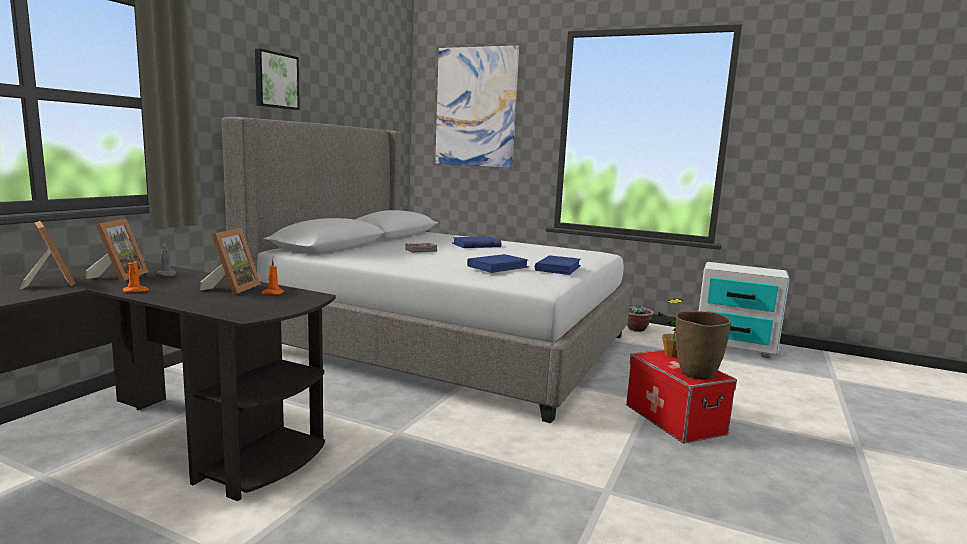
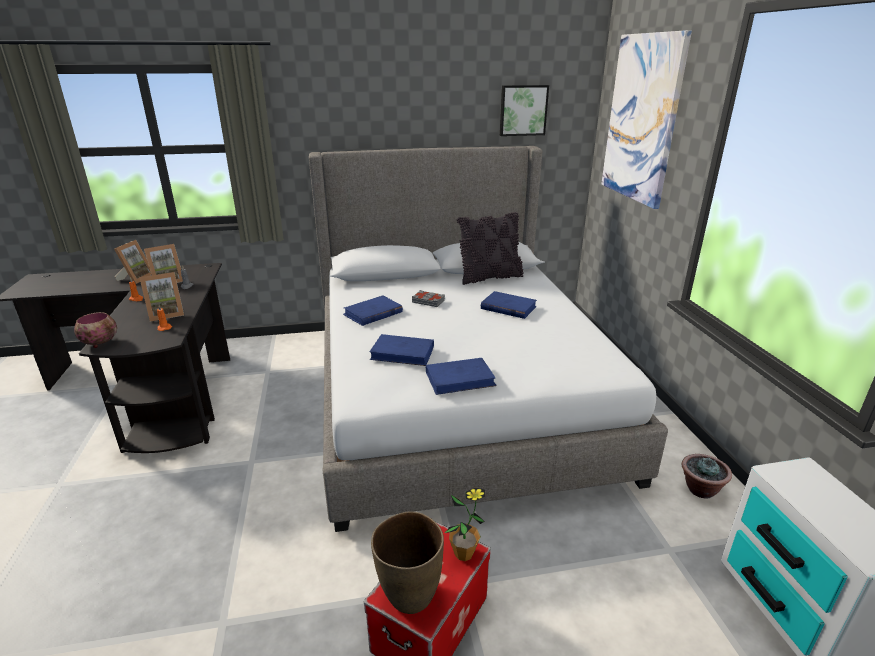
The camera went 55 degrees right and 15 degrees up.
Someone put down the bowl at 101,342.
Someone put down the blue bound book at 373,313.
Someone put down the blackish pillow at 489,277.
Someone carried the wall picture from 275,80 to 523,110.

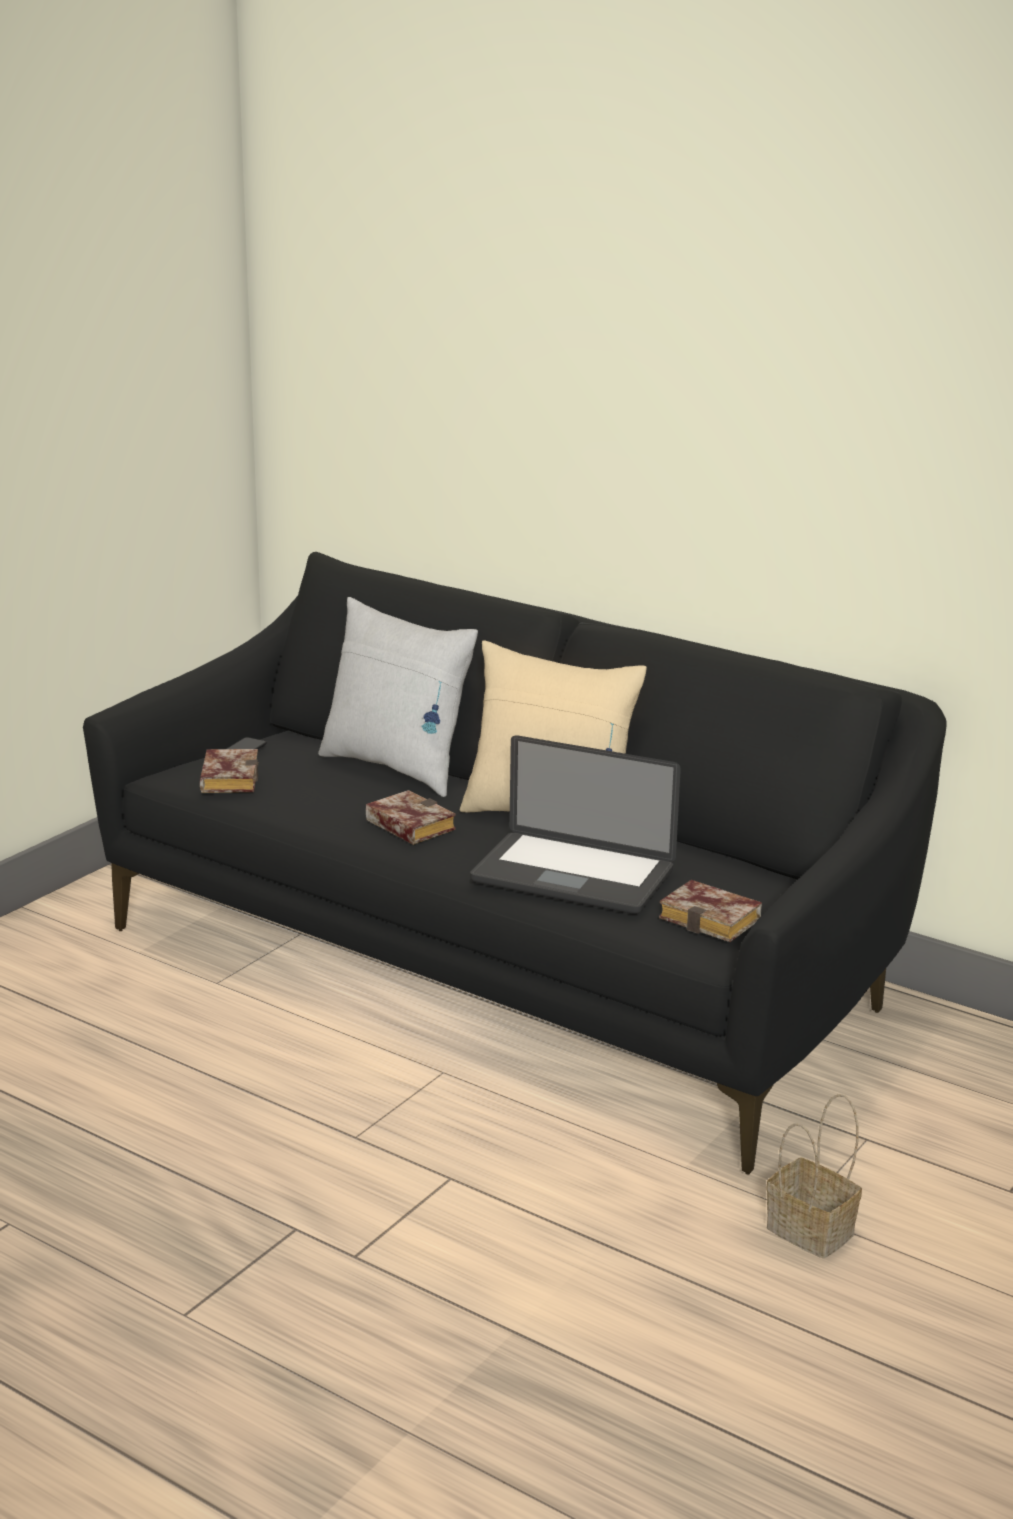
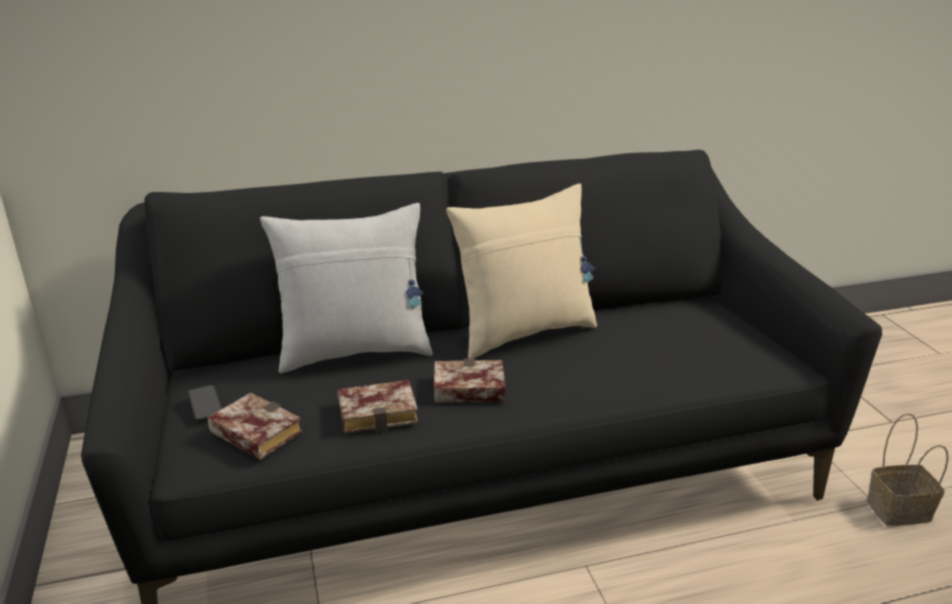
The camera went 50 degrees left and 5 degrees up.
Someone carried the bound book from 714,920 to 380,411.
Someone took away the laptop at 572,876.

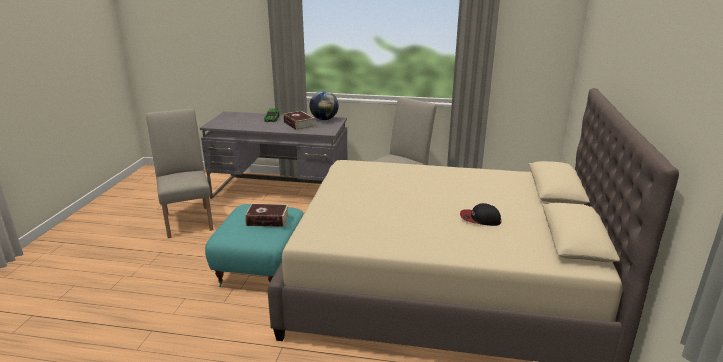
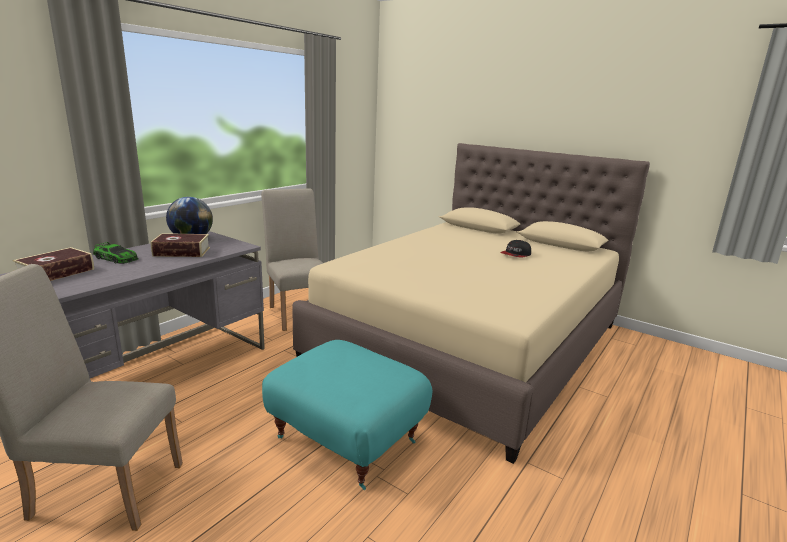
The camera went 65 degrees left and 5 degrees down.
Someone carried the bound book from 267,220 to 56,273.

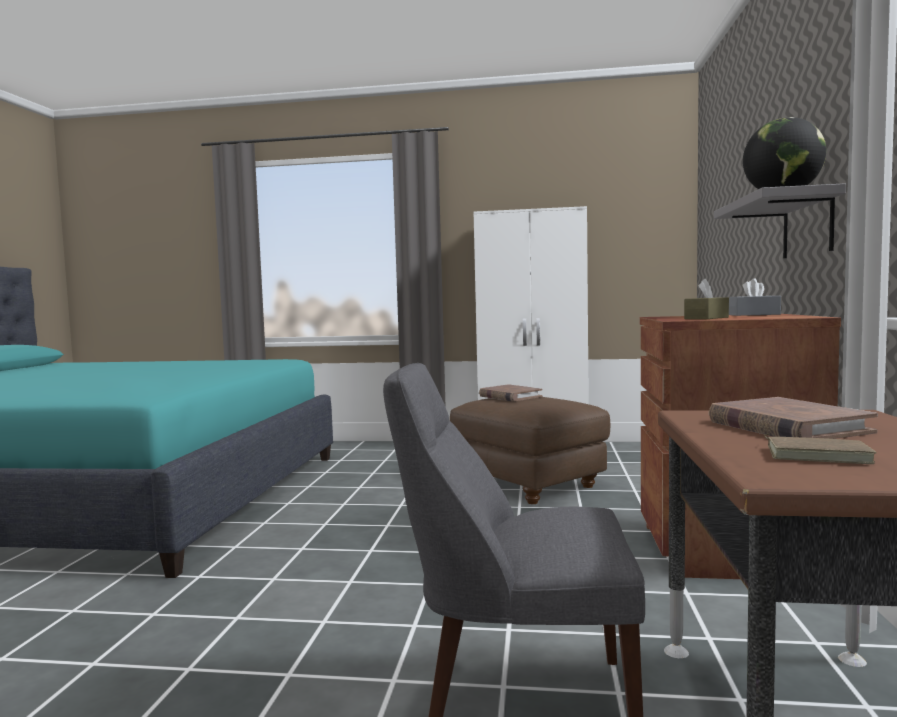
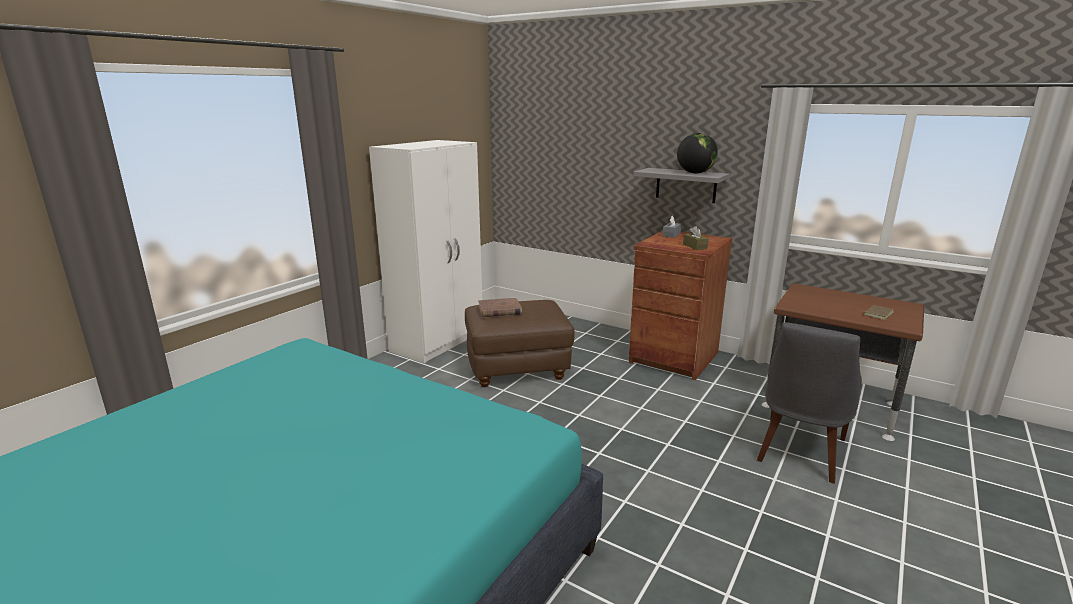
The camera went 65 degrees left and 15 degrees up.
Someone took away the brownish bound book at 786,427.

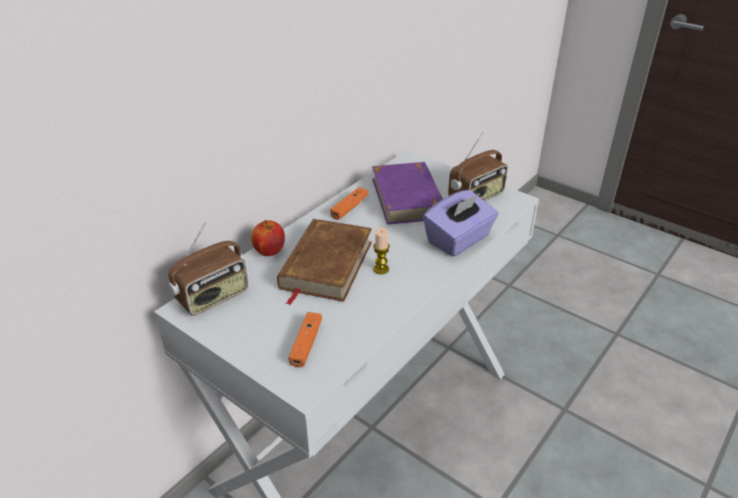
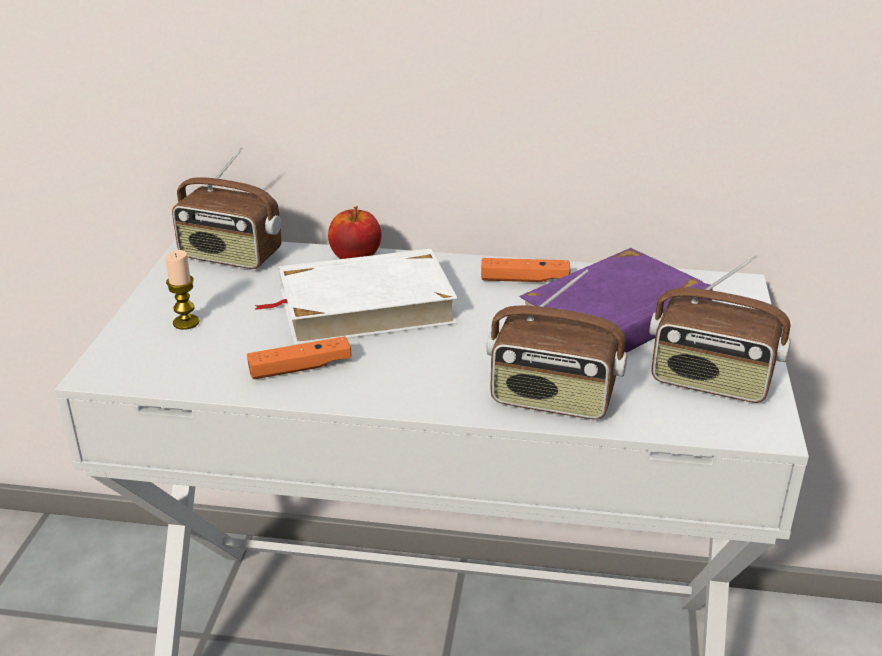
The camera went 60 degrees right and 5 degrees down.
Someone carried the wax light from 381,269 to 186,322.
Someone carried the orange-coloured gamepad from 306,344 to 300,368.
Someone repainted the brownish bound book at 326,265, which became the white-coloured bound book at 365,306.
Someone swapped the purple-coloured tissue holder at 459,240 for the radio set at 552,400.

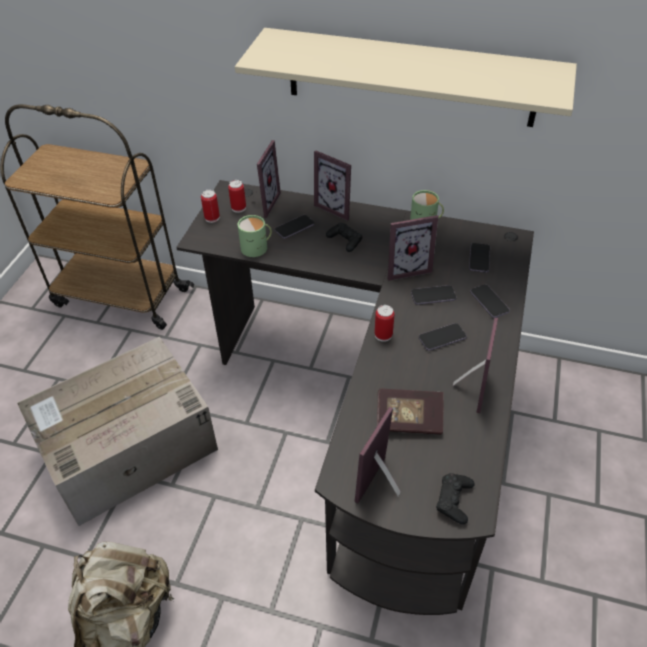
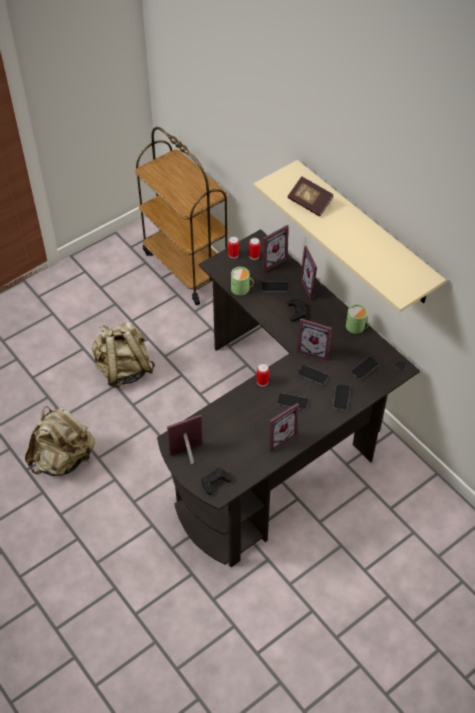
The camera went 35 degrees right and 5 degrees up.
Someone swapped the packing box at 127,449 for the beige rucksack at 123,369.
Someone carried the bound book from 408,420 to 310,203.

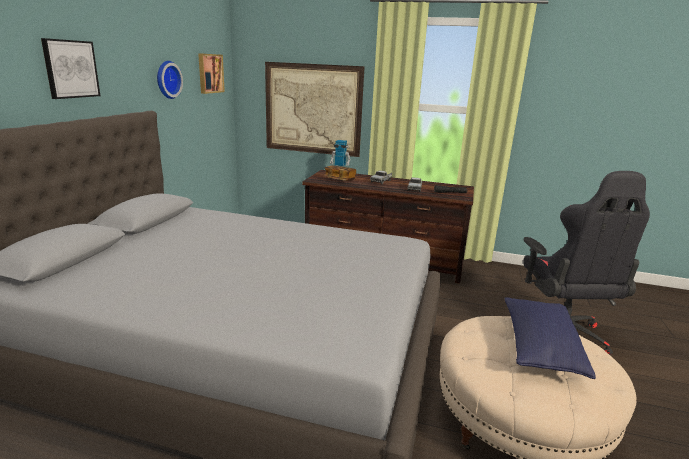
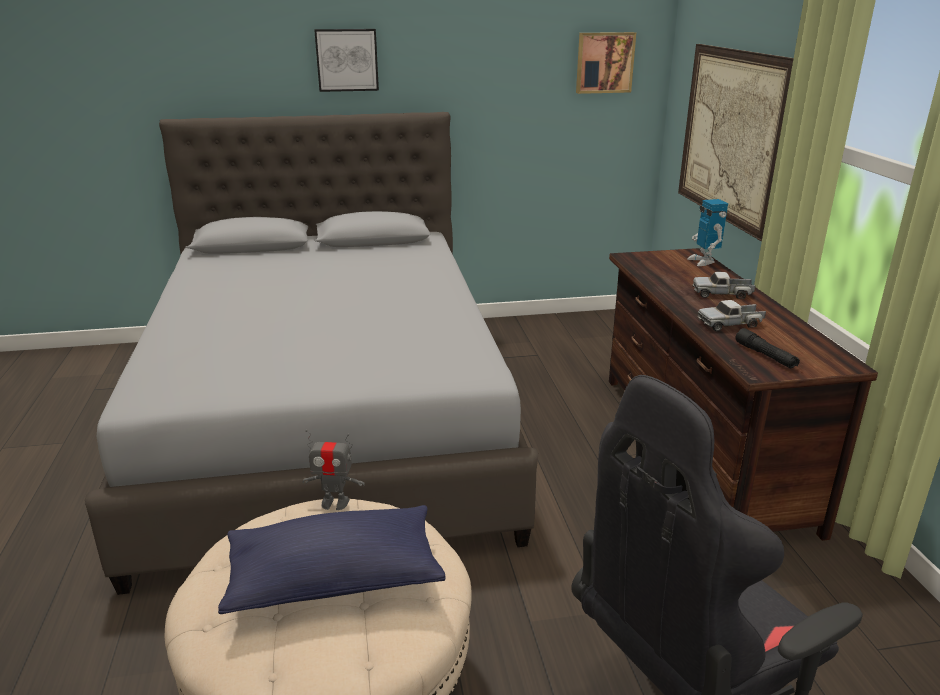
The camera went 65 degrees right and 5 degrees up.
Someone put down the model robot at 335,502.
Someone took away the hanging clock at 167,79.
Someone took away the bound book at 339,180.

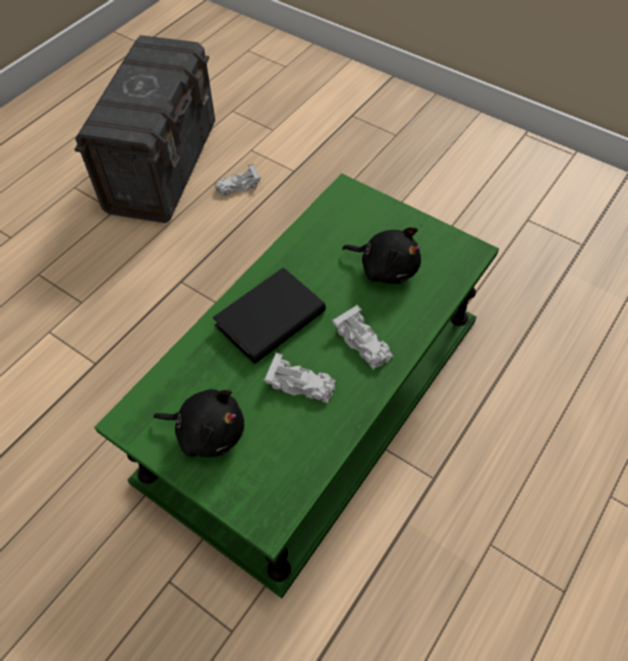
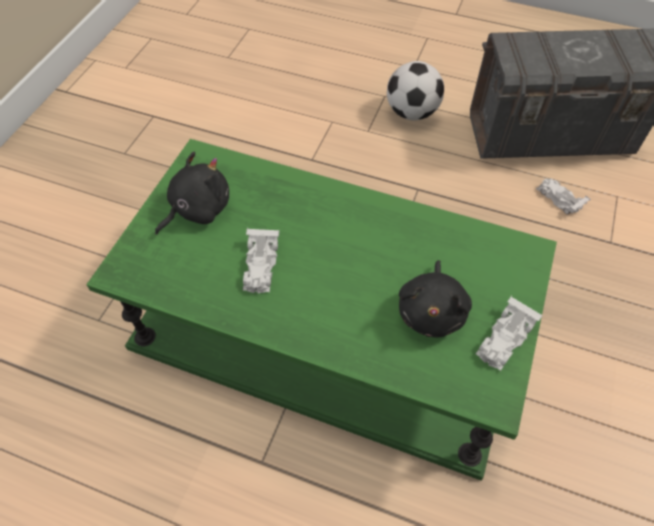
The camera went 75 degrees right and 0 degrees up.
Someone rotated the blackish cuddly toy at 207,431 by 135 degrees counterclockwise.
Someone put down the football ball at 412,112.
Someone carried the white-coloured model car from 363,342 to 504,339.
Someone took away the blackish bound book at 270,319.

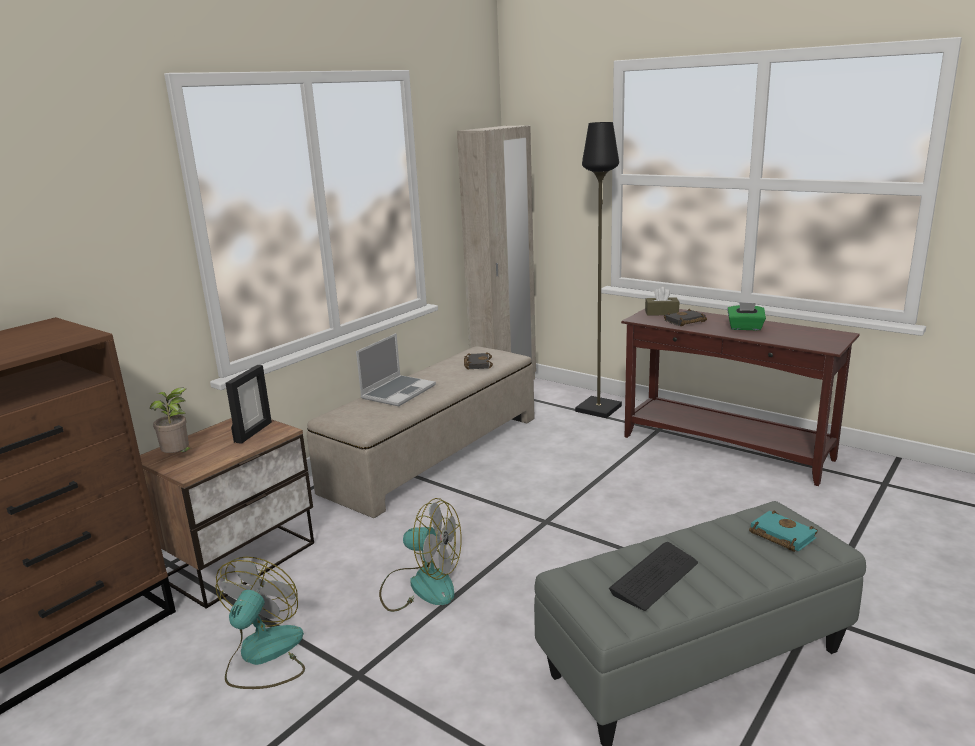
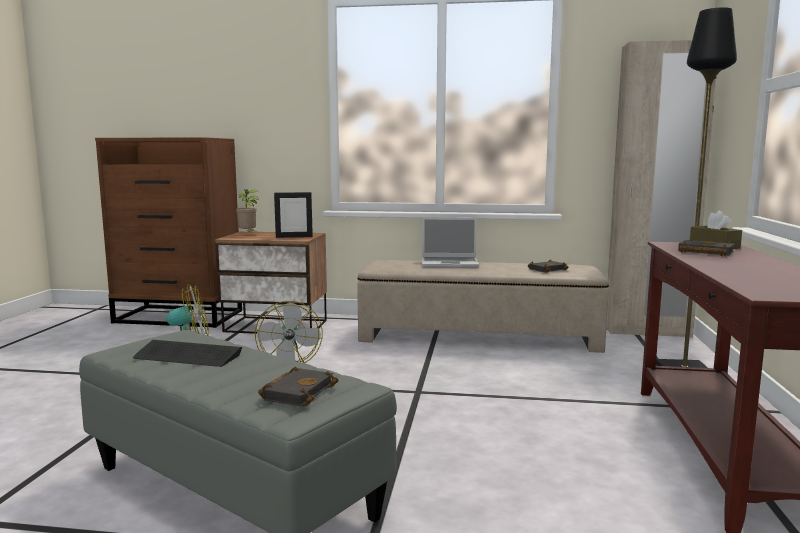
The camera went 60 degrees right and 10 degrees down.
Someone repainted the turquoise-coloured bound book at 779,535, which became the blackish bound book at 298,392.
Someone took away the greenish tissue holder at 745,328.

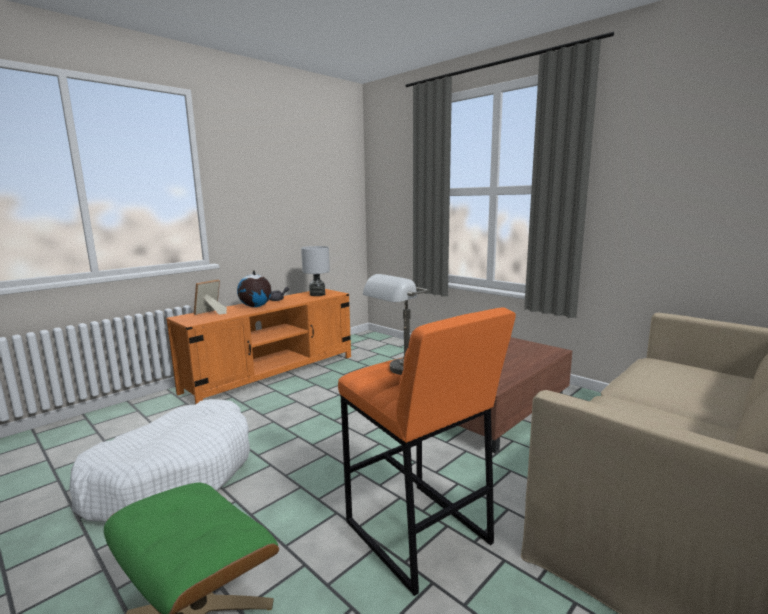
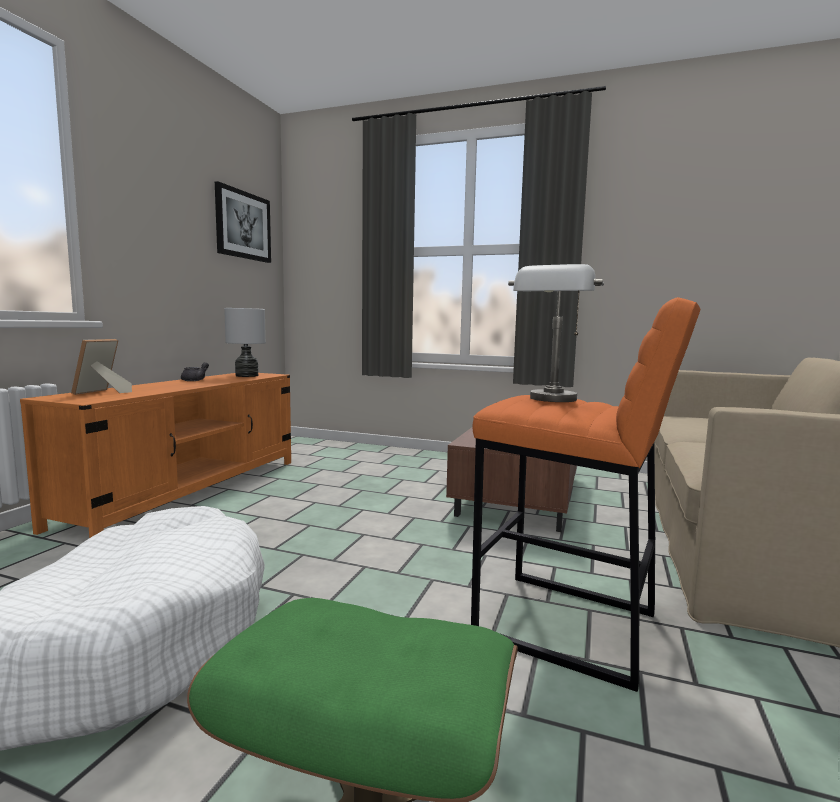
The camera went 25 degrees left and 5 degrees down.
Someone put up the wall picture at 243,225.
Someone took away the world globe at 255,306.

